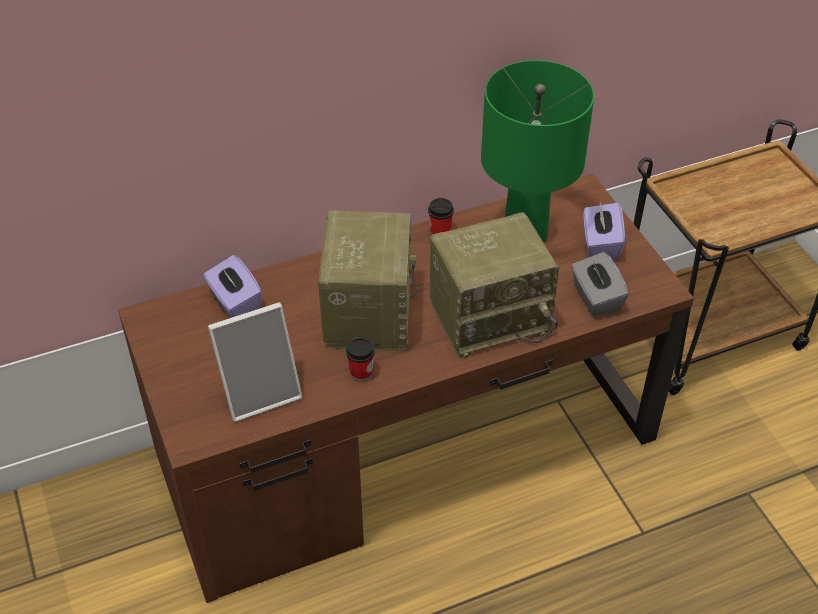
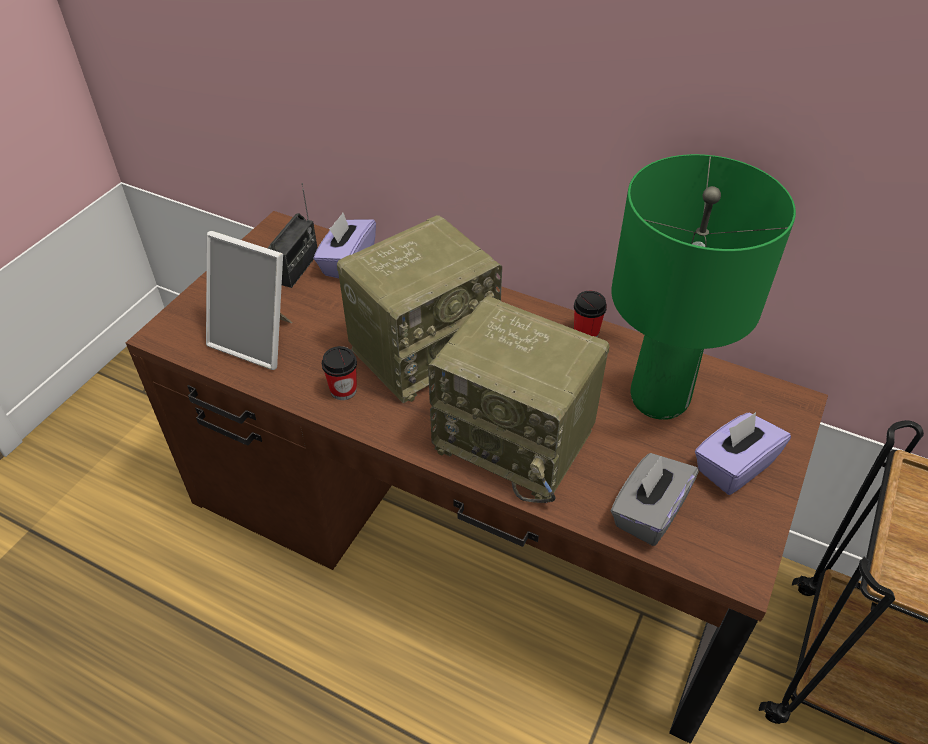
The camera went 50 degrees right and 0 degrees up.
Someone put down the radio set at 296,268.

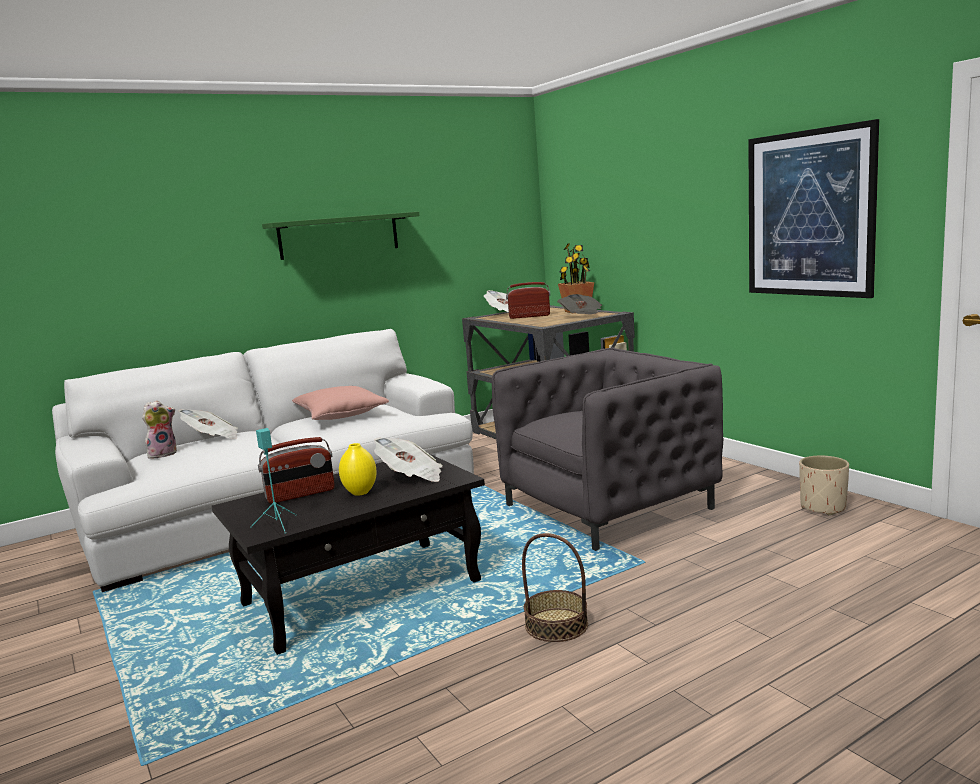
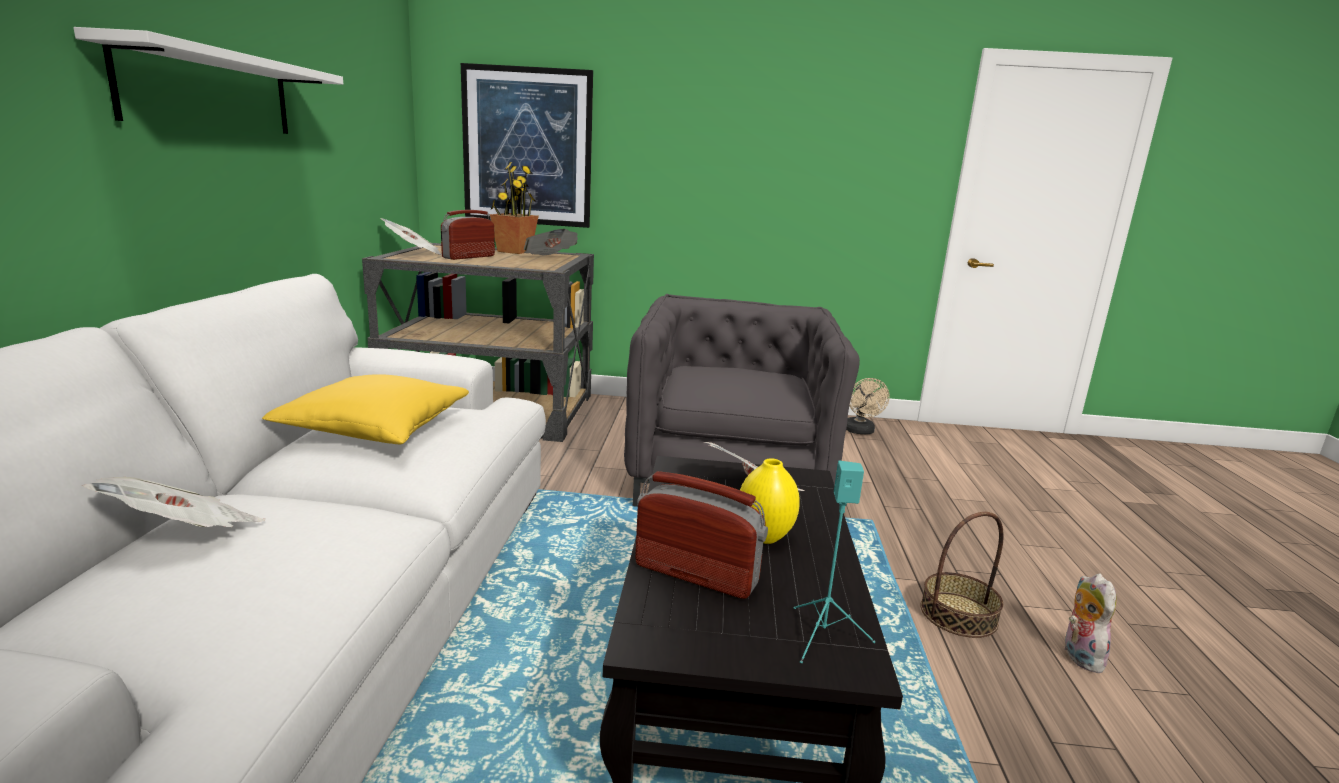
The camera went 55 degrees left and 5 degrees up.
Someone repainted the greenish bracket shelf at 339,236, which became the white-coloured bracket shelf at 209,92.
Someone repainted the pinkish pillow at 341,415, which became the yellow-coloured pillow at 375,429.
Someone carried the wall picture from 809,214 to 527,147.
Someone rotated the radio set at 300,494 by 75 degrees counterclockwise.
Someone swapped the beige flower pot at 823,507 for the beige electric fan at 860,431.
Someone carried the cuddly toy from 163,454 to 1078,656.

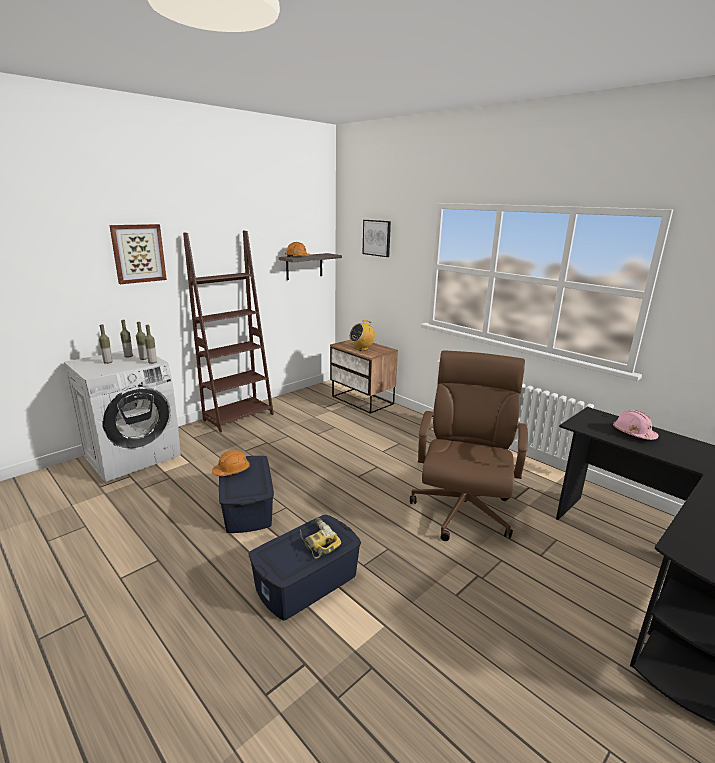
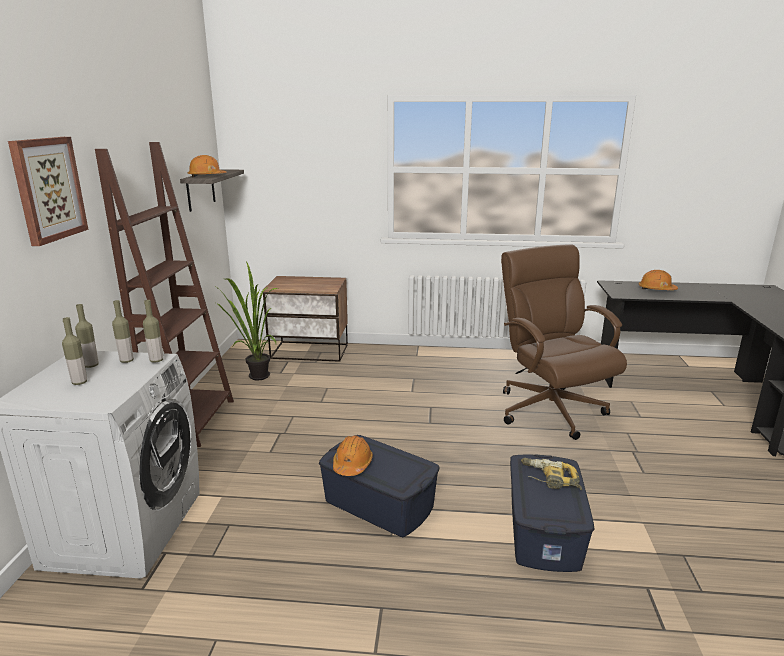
The camera went 40 degrees left and 0 degrees up.
Someone put down the plant in a pot at 254,378.
Someone repainted the pinkish work helmet at 633,433, which became the orange-coloured work helmet at 656,289.
Someone took away the radio set at 362,348.
Someone took away the wall picture at 377,238.

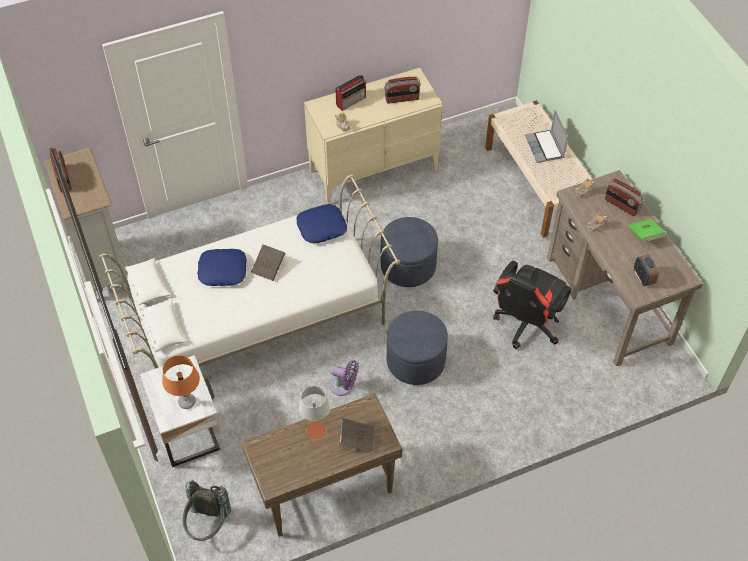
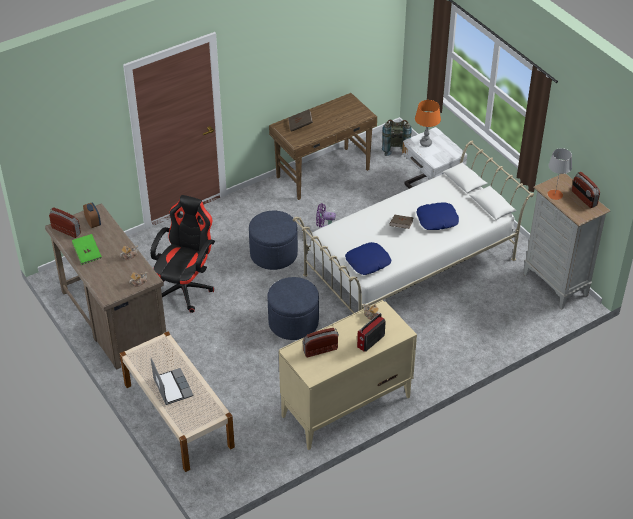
The camera went 170 degrees right and 10 degrees down.
Someone carried the radio set from 621,205 to 66,230.
Someone carried the greyish table lamp from 316,430 to 555,194.

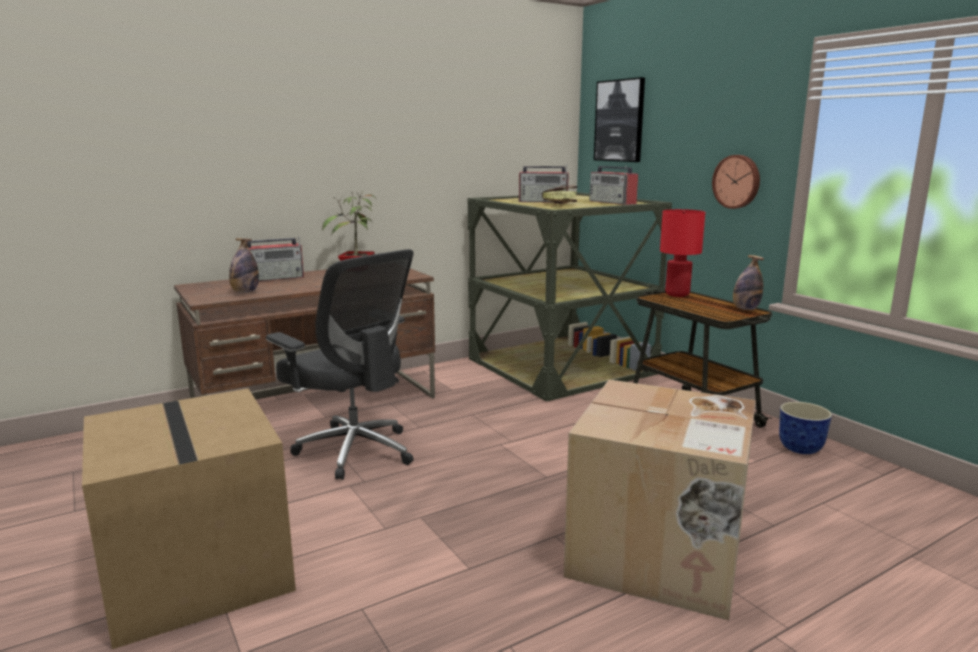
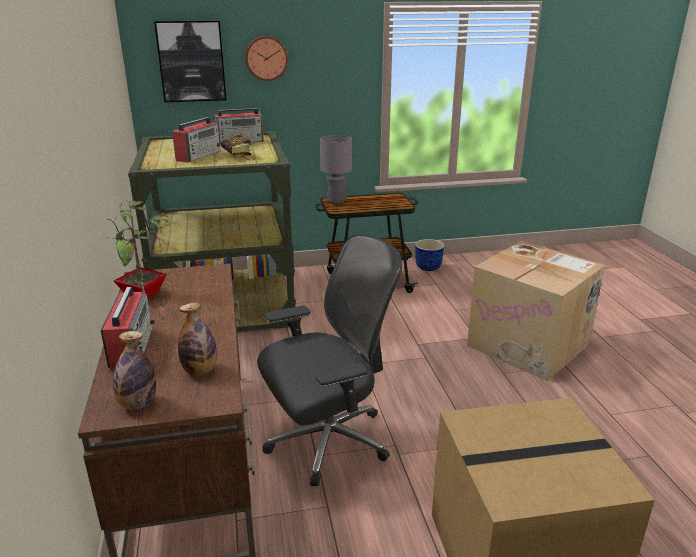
The camera went 70 degrees left and 10 degrees up.
Someone carried the drink bottle from 745,309 to 137,404.
Someone carried the hanging clock from 737,181 to 266,58.
Someone repainted the reddish table lamp at 676,295, which became the greyish table lamp at 336,203.

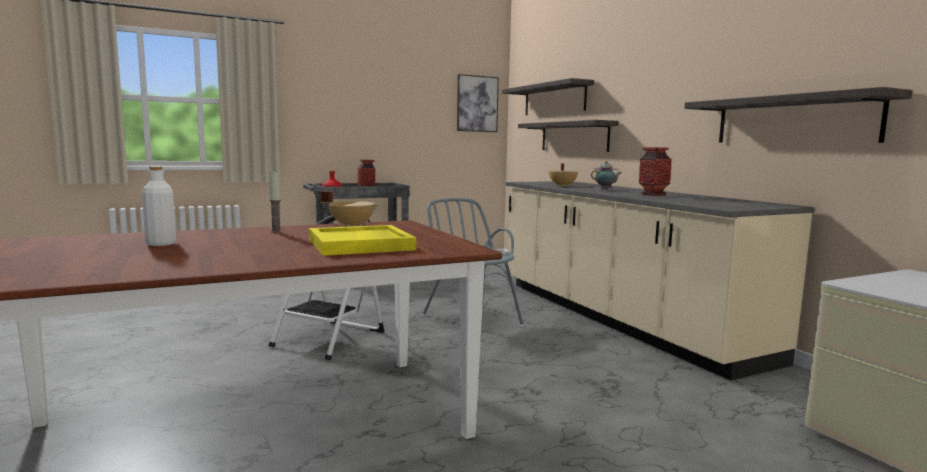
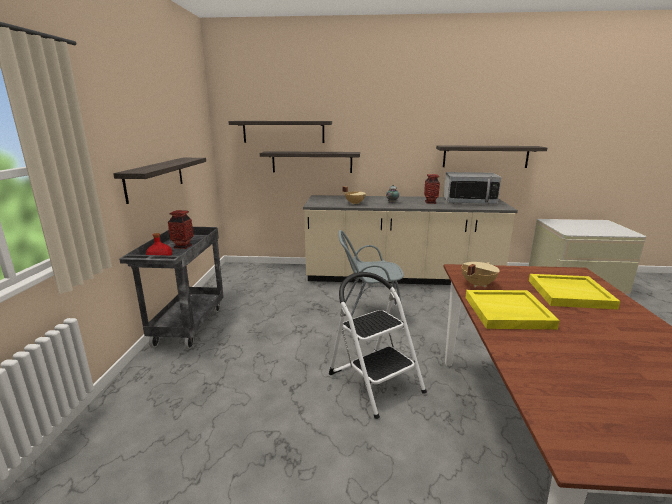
The camera went 60 degrees left and 10 degrees up.
Someone put up the bracket shelf at 155,178.
Someone put down the microwave at 469,201.
Someone swapped the wax light at 276,231 for the yellow-coloured tray at 507,312.
Someone took away the white-coloured drink bottle at 161,244.
Someone took away the wall picture at 477,104.

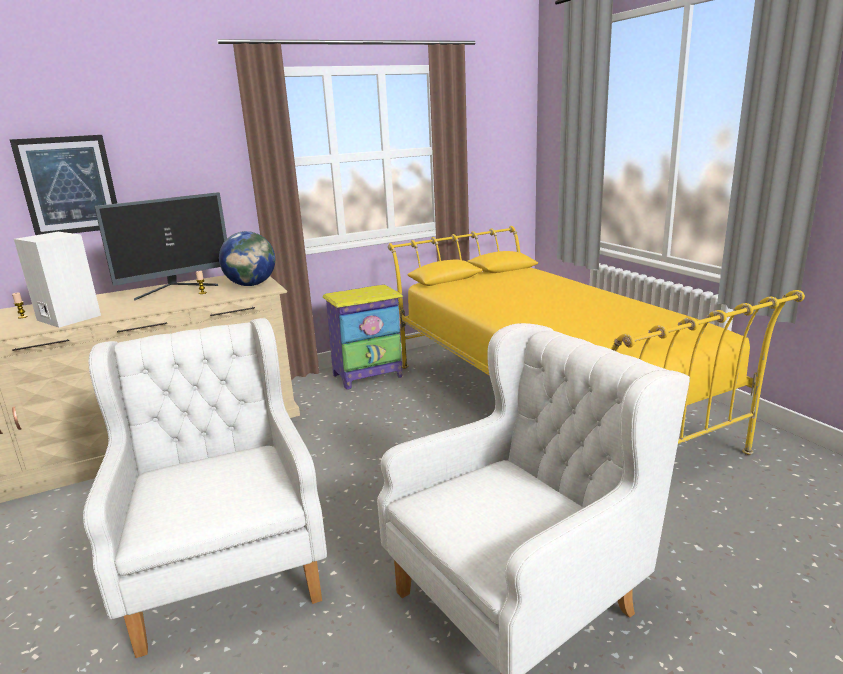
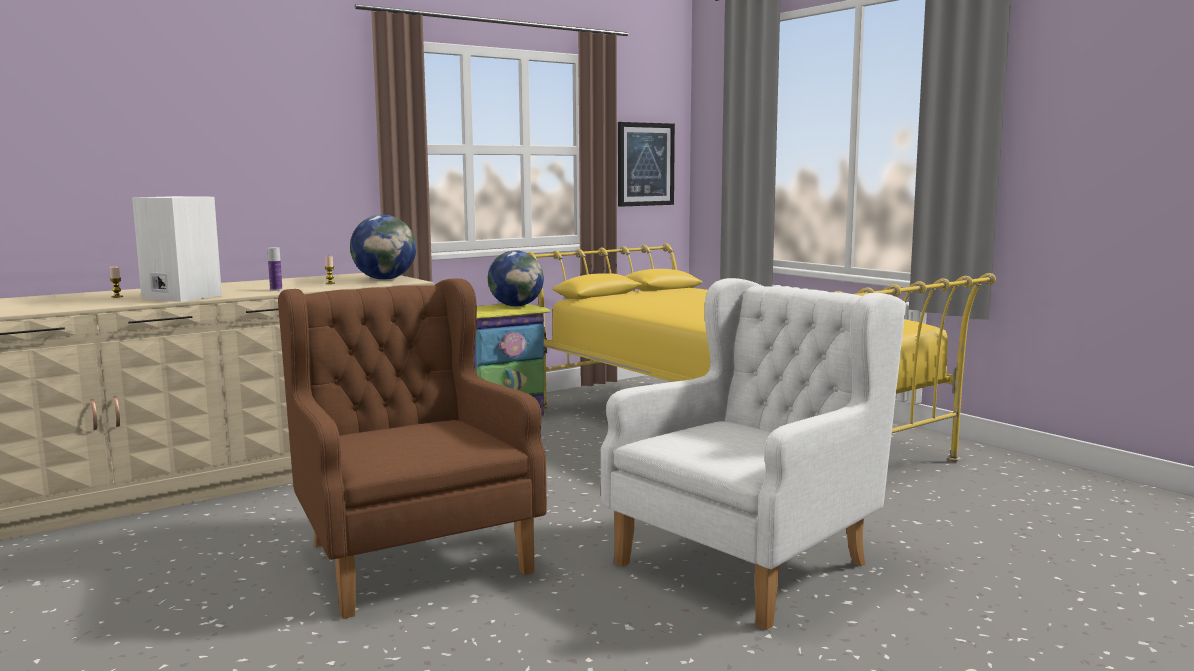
The camera went 10 degrees left and 10 degrees down.
Someone put down the drink bottle at 276,290.
Someone repainted the white-coloured easy chair at 227,566, which became the brownish easy chair at 409,556.
Someone put down the world globe at 516,306.
Someone carried the wall picture from 69,185 to 645,164.
Someone took away the computer display at 176,289.

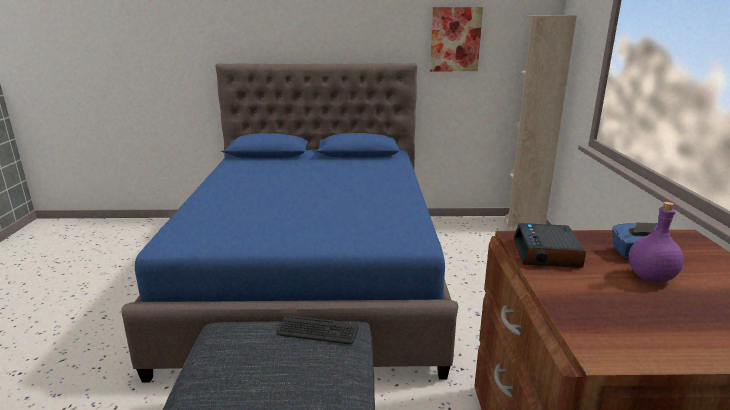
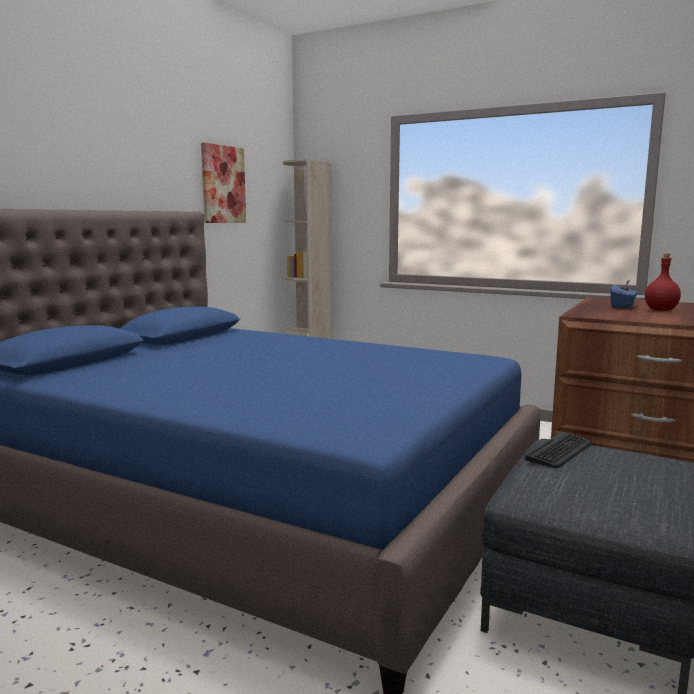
The camera went 60 degrees left and 10 degrees down.
Someone repainted the purple-coloured drink bottle at 649,277, which became the reddish drink bottle at 660,310.
Someone took away the alarm clock at 547,253.

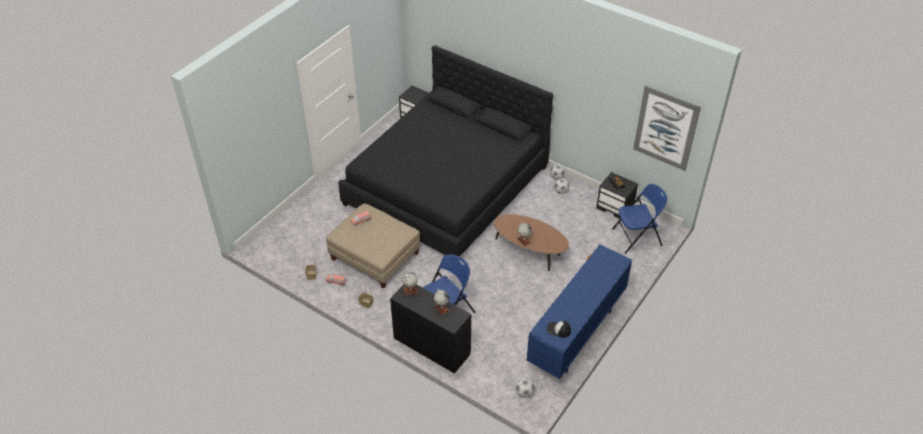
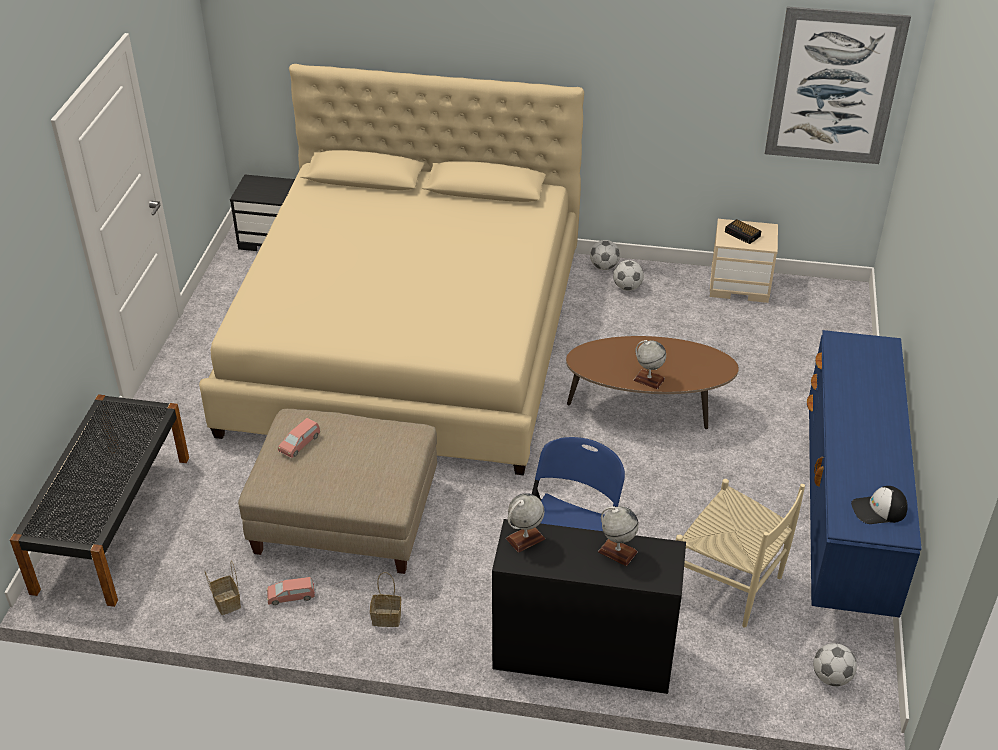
The camera went 25 degrees left and 5 degrees down.
Someone put down the blackish long seat at 112,522.
Someone repainted the blackish bed at 446,186, which became the beige bed at 407,339.
Someone put down the beige chair at 728,585.
Someone repainted the blackish bedside table at 615,207, which became the beige bedside table at 740,285.
Someone took away the blue chair at 636,237.

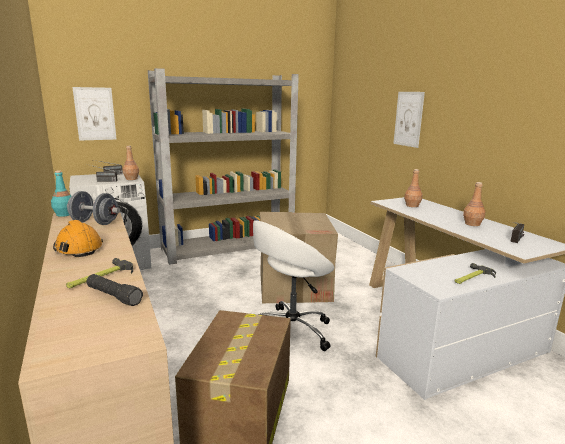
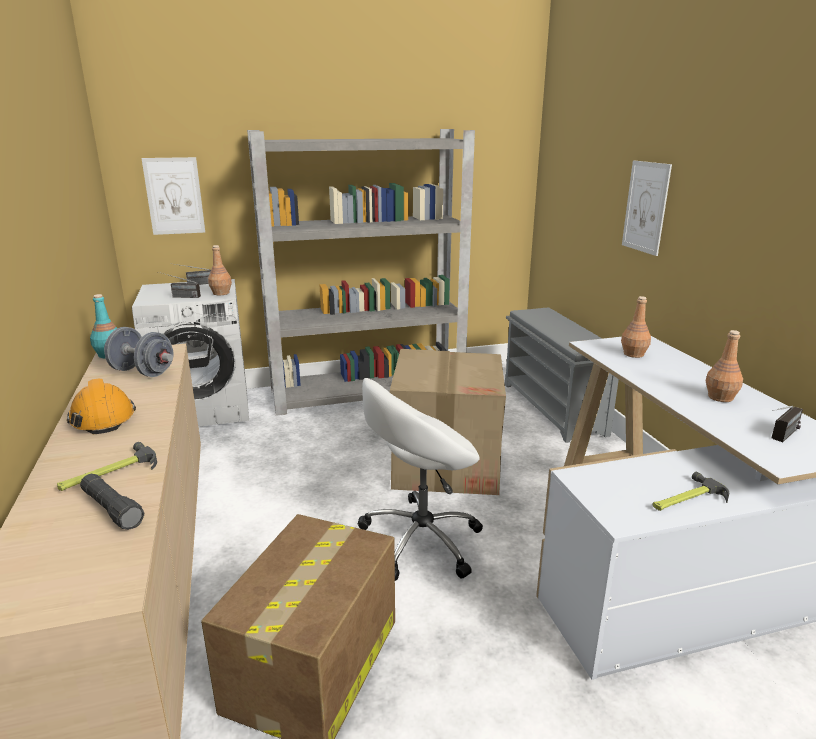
The camera went 10 degrees right and 5 degrees up.
Someone put down the greyish shoe shelf at 554,409.

